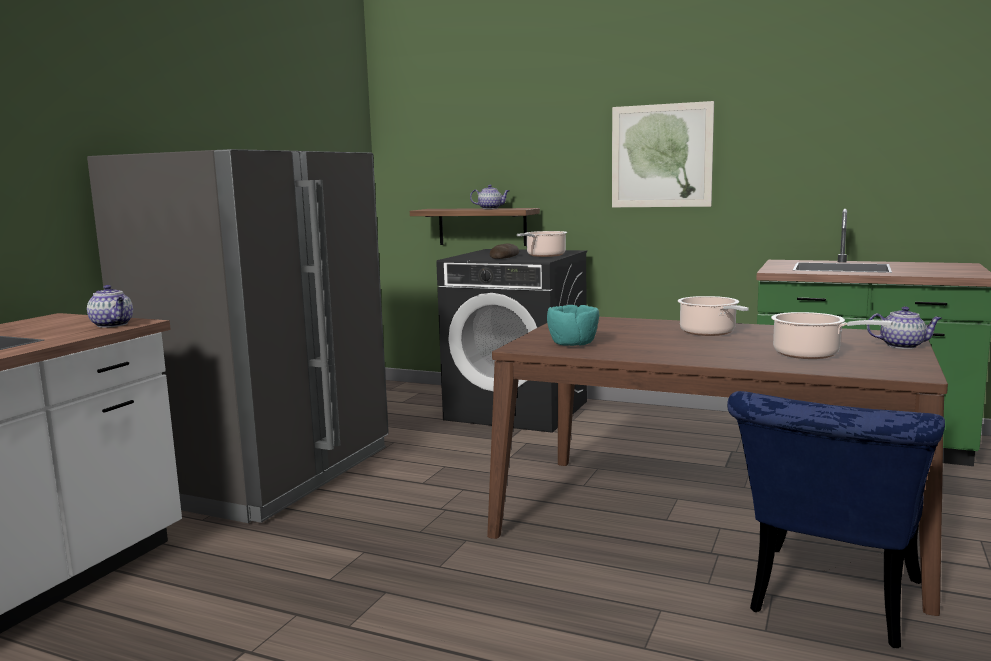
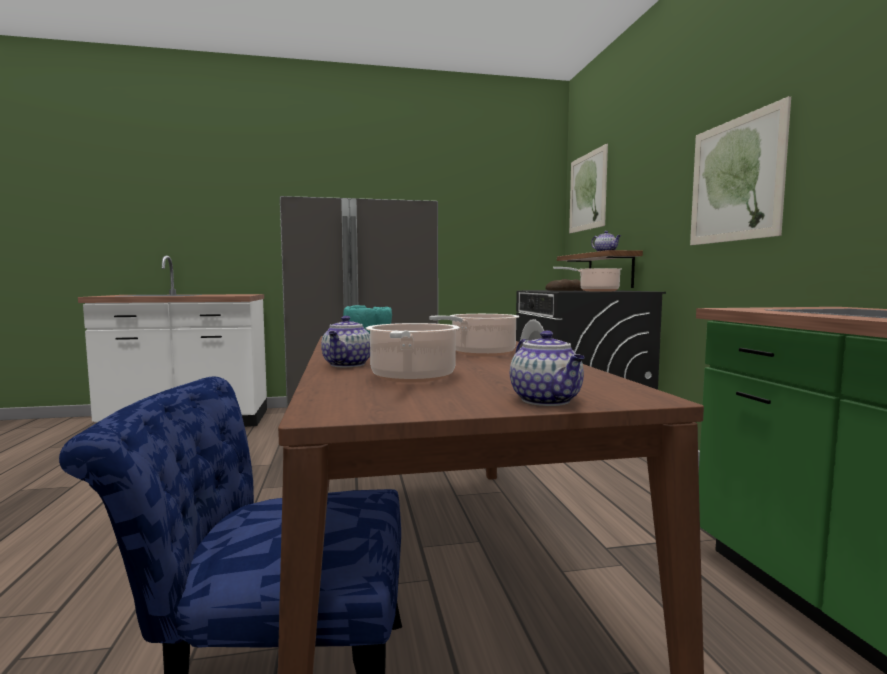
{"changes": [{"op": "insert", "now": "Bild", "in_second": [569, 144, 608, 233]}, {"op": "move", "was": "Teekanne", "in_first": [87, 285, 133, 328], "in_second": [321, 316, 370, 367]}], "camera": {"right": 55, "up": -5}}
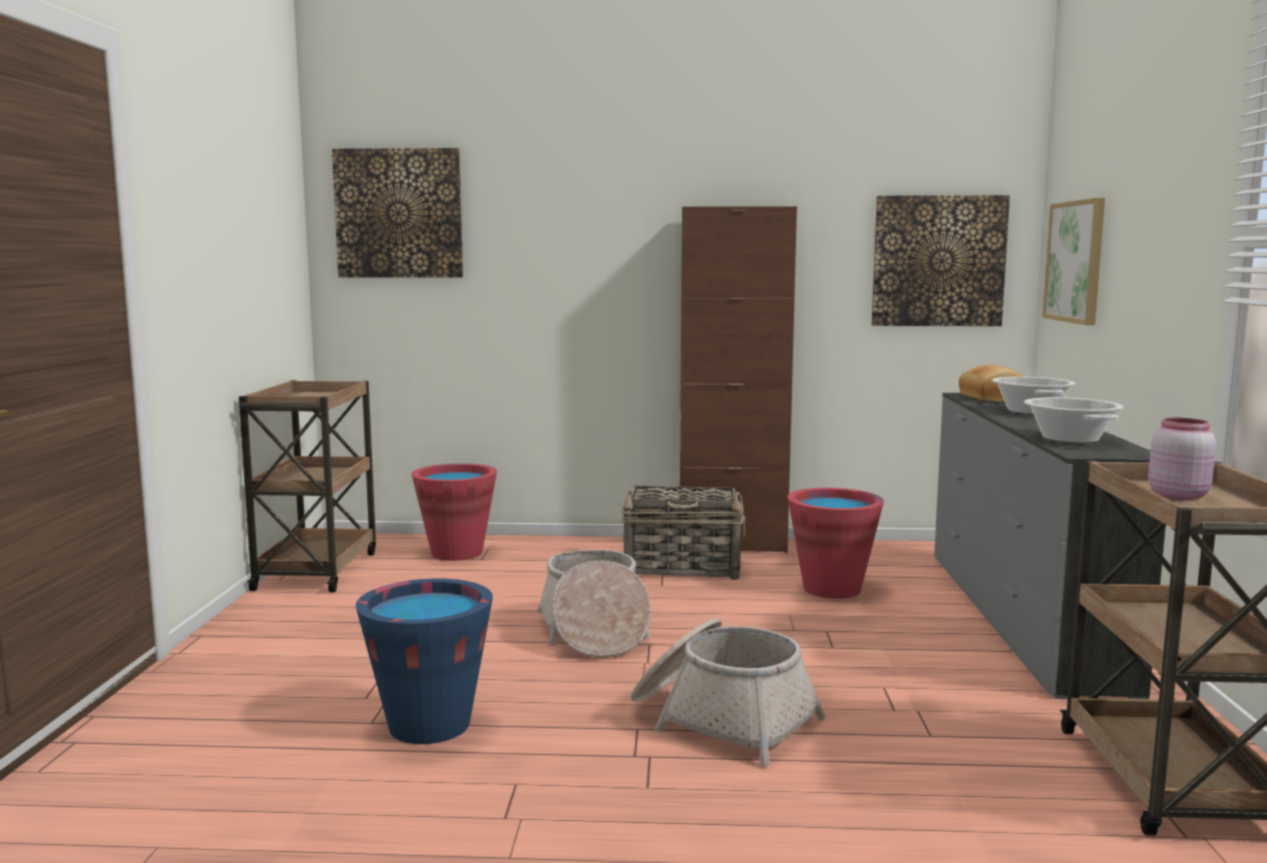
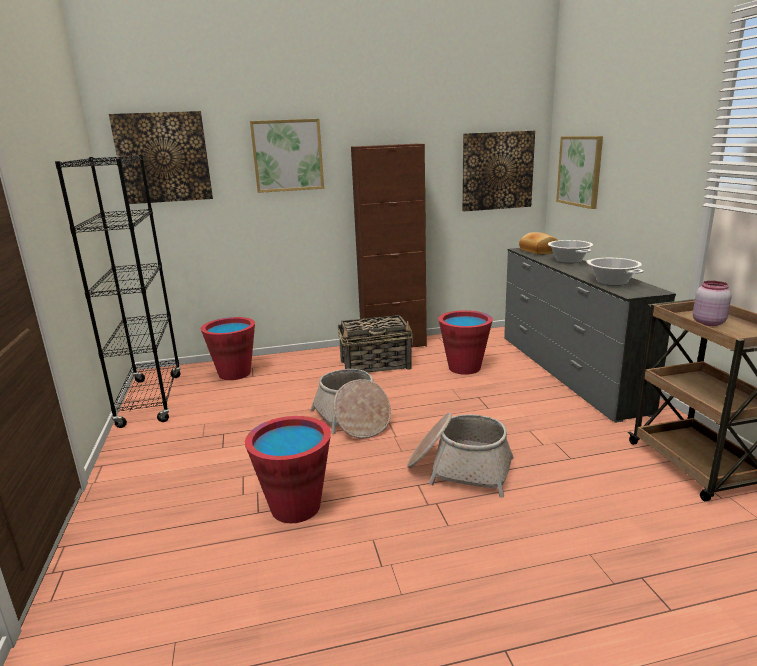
{"changes": [{"op": "insert", "now": "Bild", "in_second": [250, 119, 324, 193]}, {"op": "replace", "was": "Rollwagen (braun)", "now": "Bücherregal (schwarz)", "in_first": [239, 380, 376, 592], "in_second": [55, 155, 181, 428]}, {"op": "recolor", "was": "Eimer (blau)", "now": "Eimer (rot)", "in_first": [355, 579, 493, 744], "in_second": [245, 416, 331, 523]}], "camera": {"right": -15, "up": 10}}
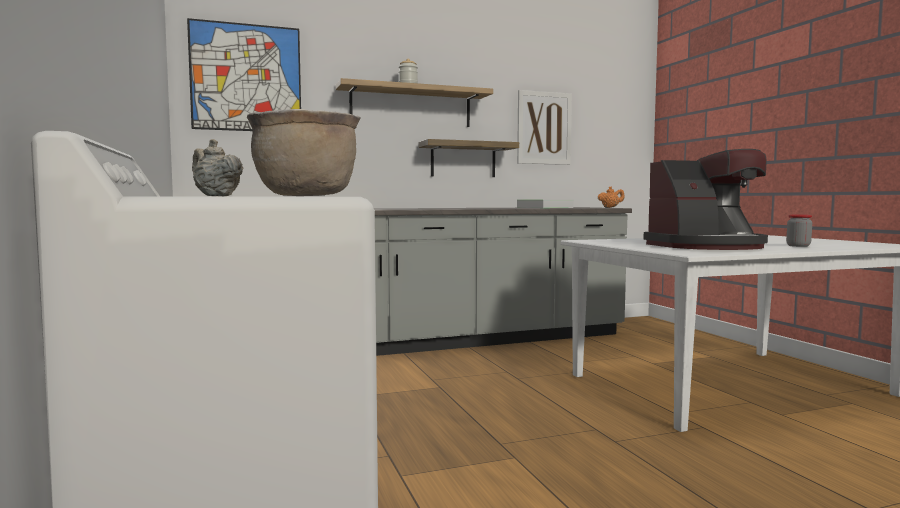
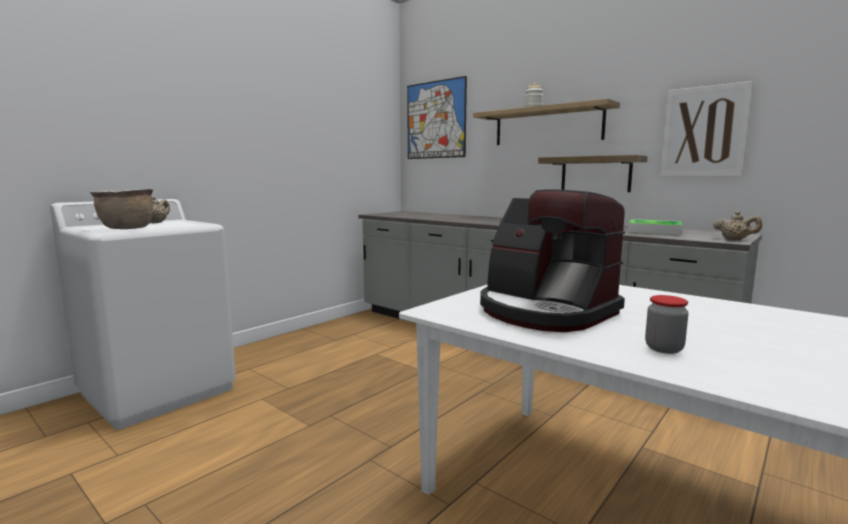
{"changes": [{"op": "recolor", "was": "Teekanne (orange)", "now": "Teekanne (beige)", "in_first": [598, 187, 625, 208], "in_second": [713, 211, 762, 240]}], "camera": {"right": 60, "up": 5}}
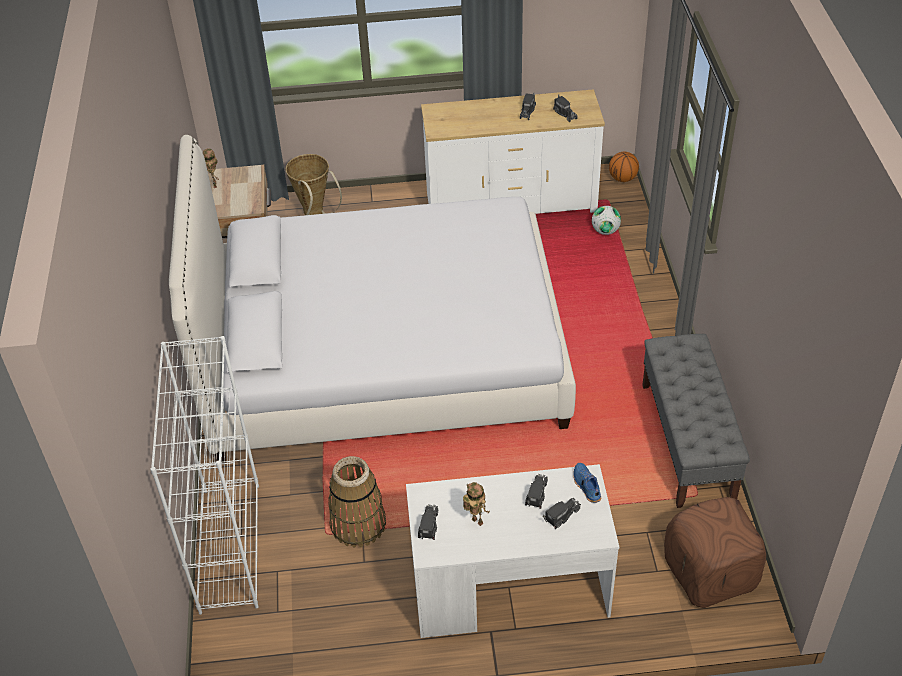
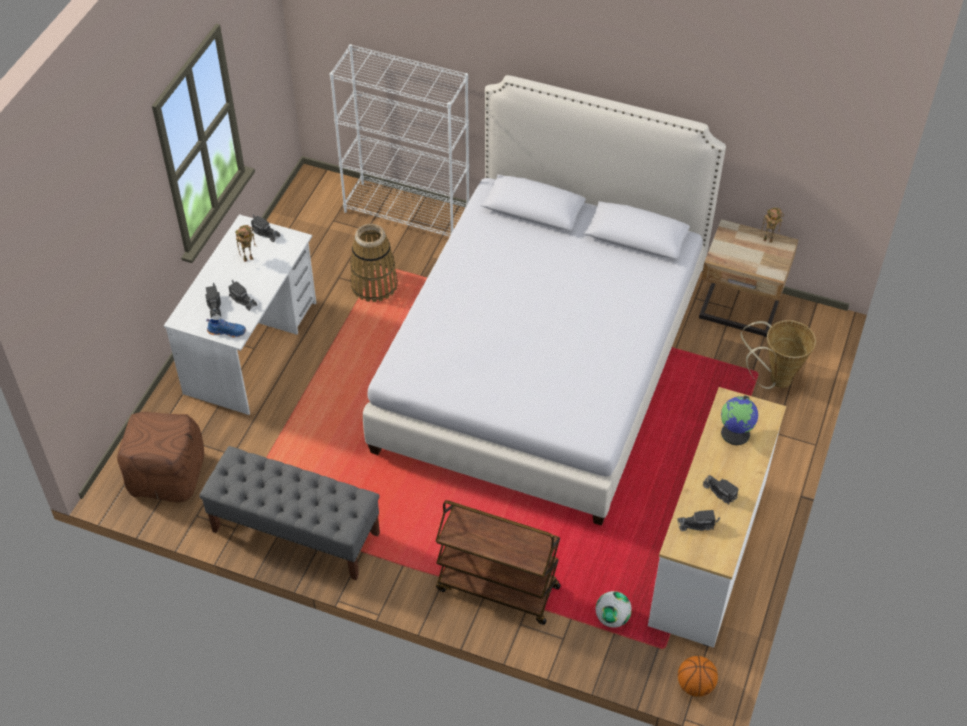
{"changes": [{"op": "insert", "now": "Rollwagen (braun)", "in_second": [435, 500, 561, 625]}, {"op": "insert", "now": "Globus", "in_second": [721, 396, 758, 445]}], "camera": {"right": 115, "up": 5}}
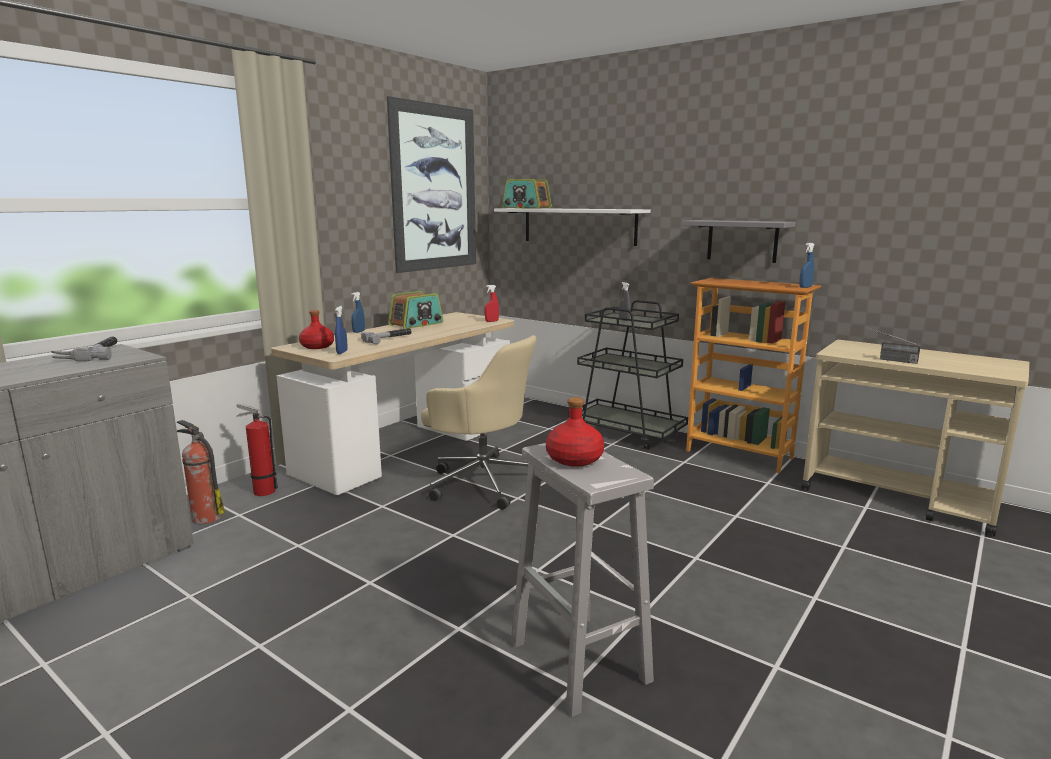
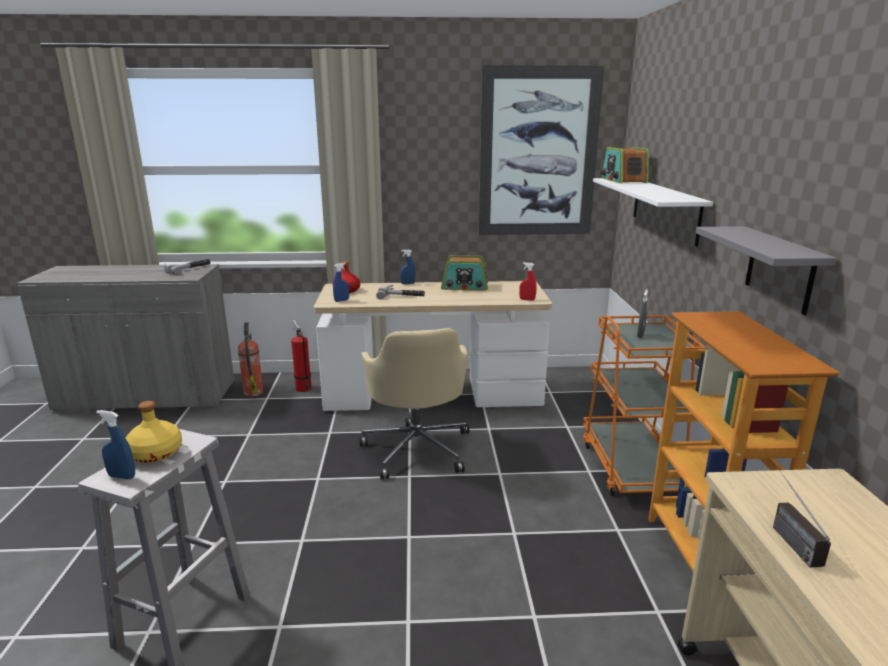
{"changes": [{"op": "move", "was": "Sprühflasche (blau)", "in_first": [799, 243, 814, 288], "in_second": [96, 410, 135, 479]}, {"op": "recolor", "was": "Flasche (rot)", "now": "Flasche (gelb)", "in_first": [546, 397, 604, 467], "in_second": [126, 401, 182, 463]}, {"op": "recolor", "was": "Rollwagen (schwarz)", "now": "Rollwagen (orange)", "in_first": [568, 300, 688, 450], "in_second": [583, 315, 706, 496]}], "camera": {"right": 50, "up": 5}}
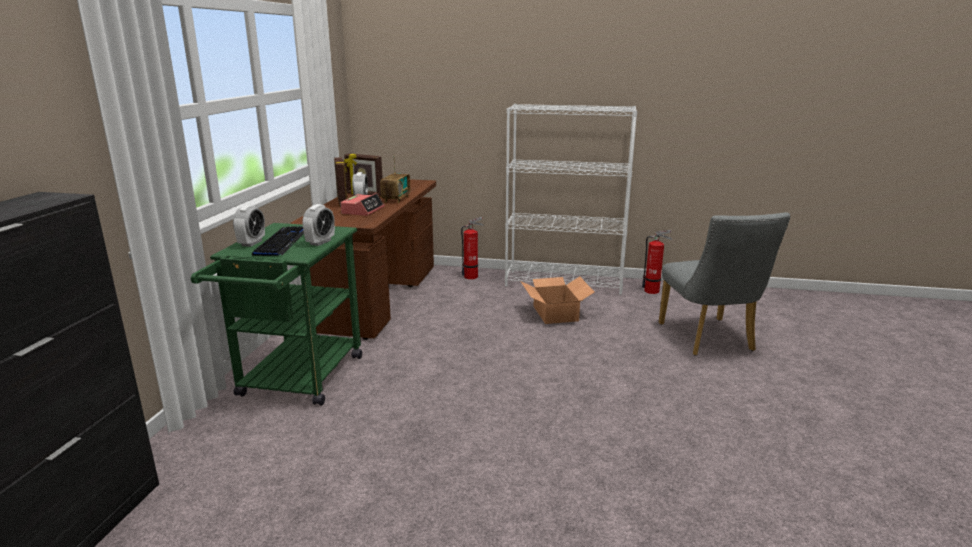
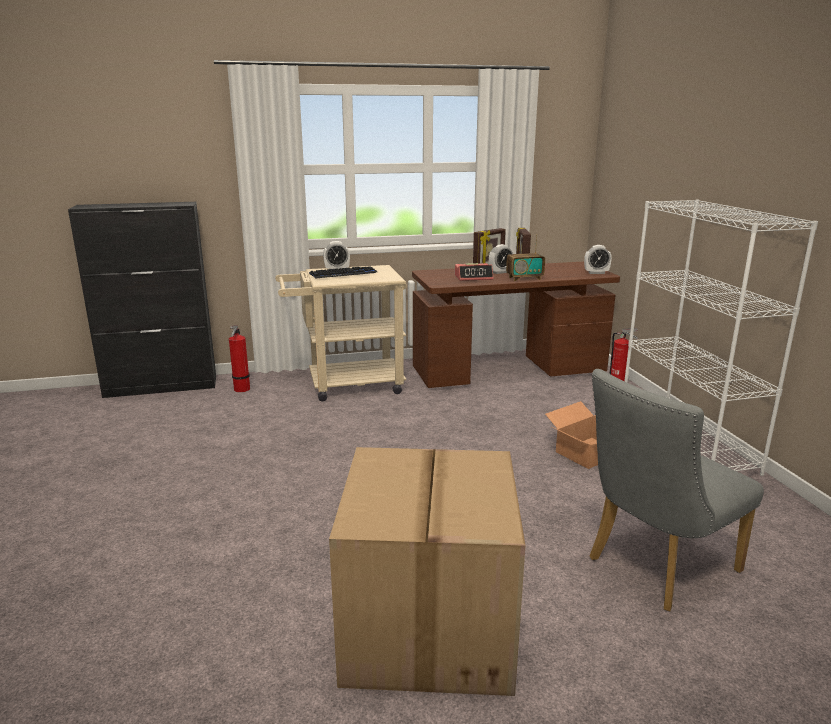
{"changes": [{"op": "insert", "now": "Karton", "in_second": [329, 447, 525, 696]}, {"op": "move", "was": "Wecker", "in_first": [302, 204, 335, 246], "in_second": [584, 245, 612, 274]}, {"op": "move", "was": "Feuerlöscher", "in_first": [642, 230, 672, 294], "in_second": [229, 325, 250, 392]}, {"op": "recolor", "was": "Rollwagen (grün)", "now": "Rollwagen (beige)", "in_first": [191, 223, 362, 406], "in_second": [275, 265, 407, 401]}], "camera": {"right": 65, "up": 0}}
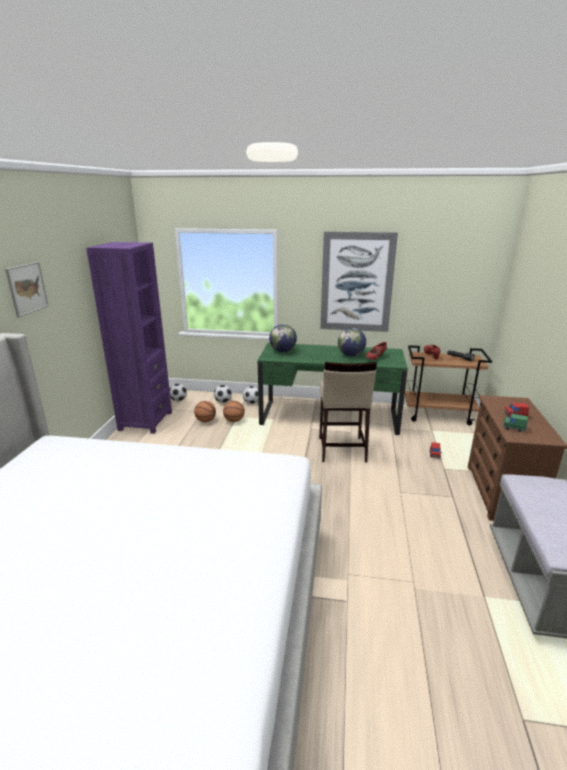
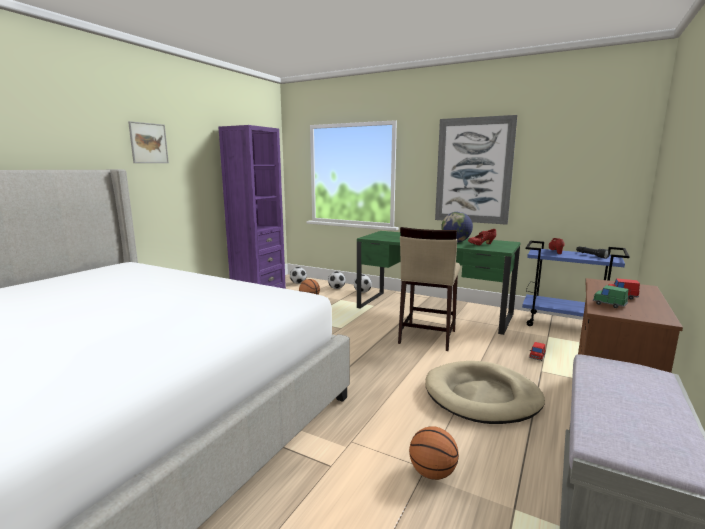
{"changes": [{"op": "delete", "was": "Globus", "in_first": [269, 324, 297, 352]}, {"op": "insert", "now": "Hundebett (beige)", "in_second": [425, 361, 545, 424]}, {"op": "move", "was": "Basketball", "in_first": [223, 401, 245, 422], "in_second": [409, 426, 459, 480]}, {"op": "recolor", "was": "Rollwagen (braun)", "now": "Rollwagen (blau)", "in_first": [405, 345, 492, 425], "in_second": [522, 241, 630, 326]}], "camera": {"right": 20, "up": -10}}
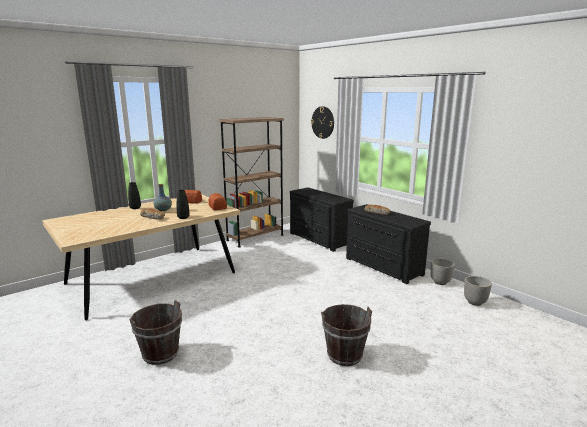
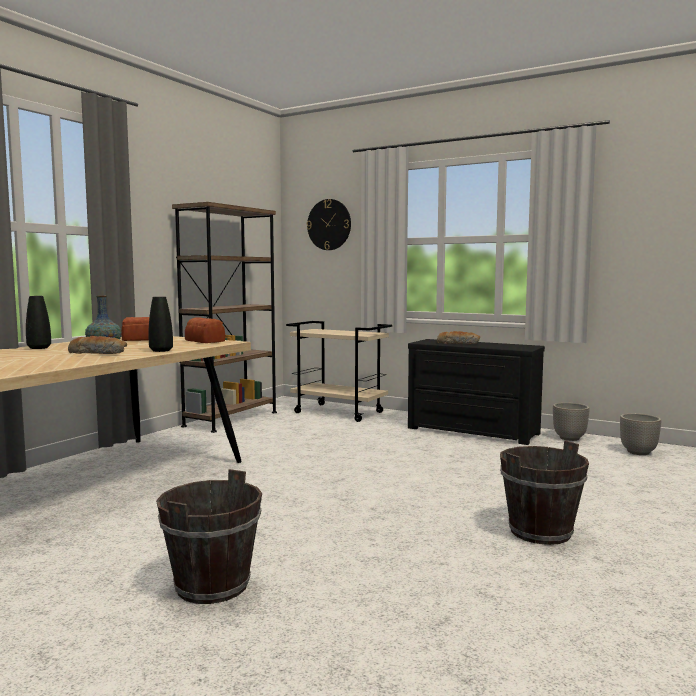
{"changes": [{"op": "replace", "was": "Kommode (schwarz)", "now": "Rollwagen (beige)", "in_first": [290, 187, 354, 252], "in_second": [286, 321, 392, 422]}], "camera": {"right": -20, "up": -10}}
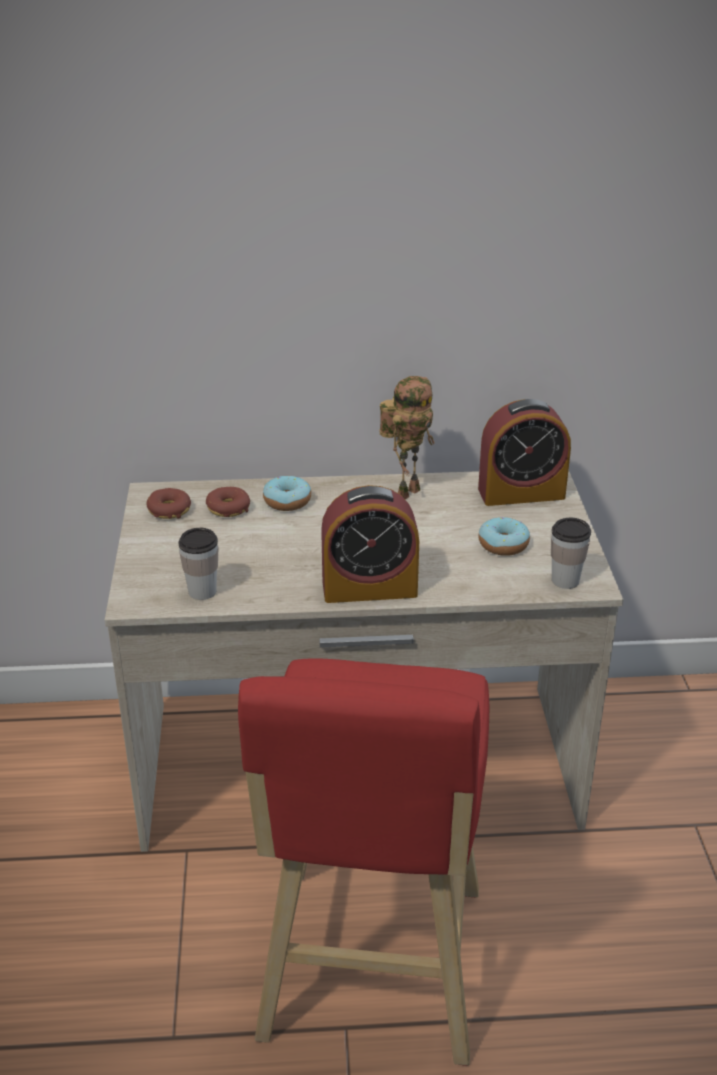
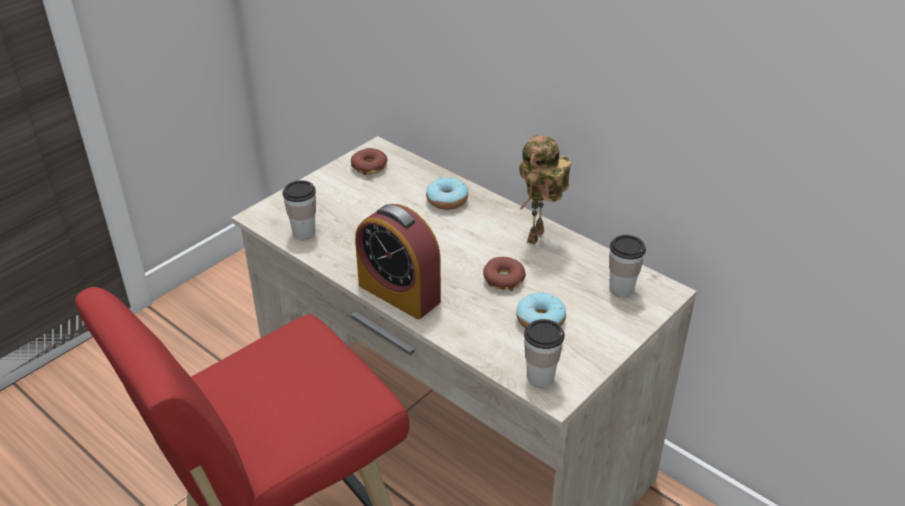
{"changes": [{"op": "move", "was": "Donut", "in_first": [206, 487, 250, 517], "in_second": [483, 257, 526, 291]}, {"op": "replace", "was": "Wecker", "now": "Tasse", "in_first": [478, 399, 571, 506], "in_second": [609, 235, 646, 297]}, {"op": "rotate", "was": "Spielzeugroboter", "in_first": [379, 376, 434, 499], "in_second": [519, 135, 571, 245], "clockwise": 120}], "camera": {"right": 45, "up": 5}}
